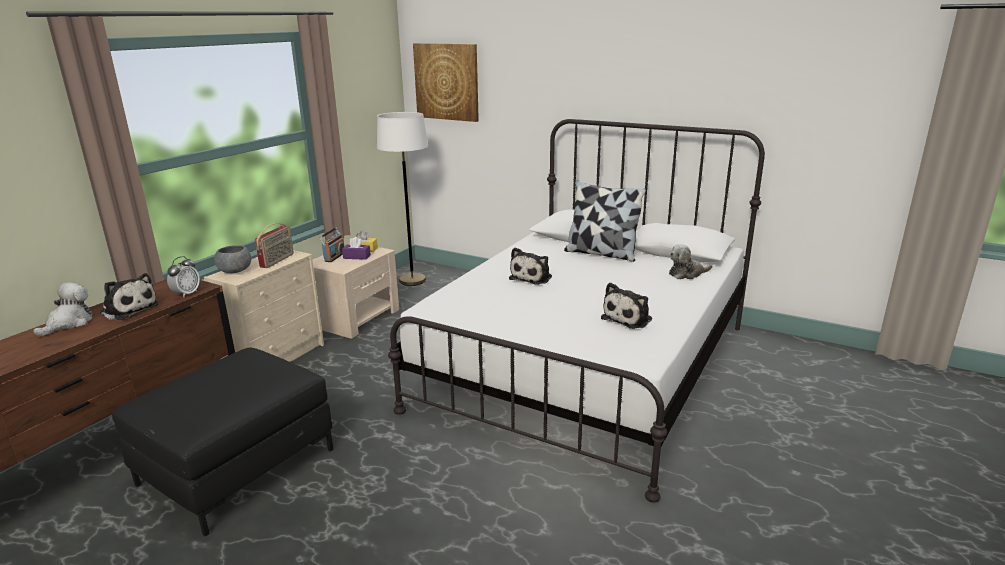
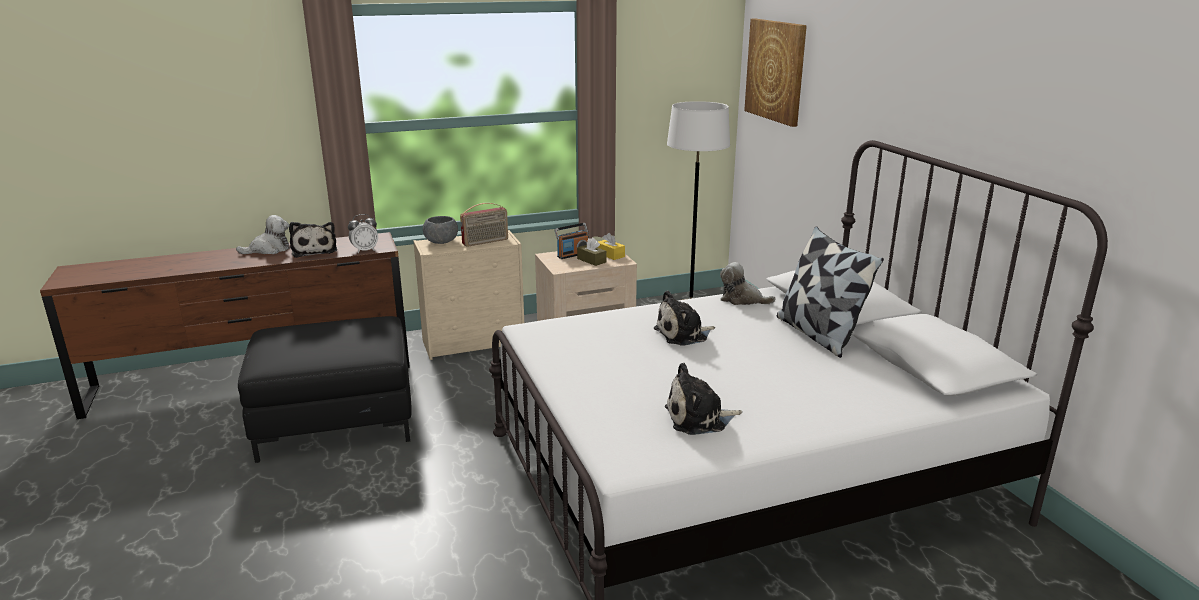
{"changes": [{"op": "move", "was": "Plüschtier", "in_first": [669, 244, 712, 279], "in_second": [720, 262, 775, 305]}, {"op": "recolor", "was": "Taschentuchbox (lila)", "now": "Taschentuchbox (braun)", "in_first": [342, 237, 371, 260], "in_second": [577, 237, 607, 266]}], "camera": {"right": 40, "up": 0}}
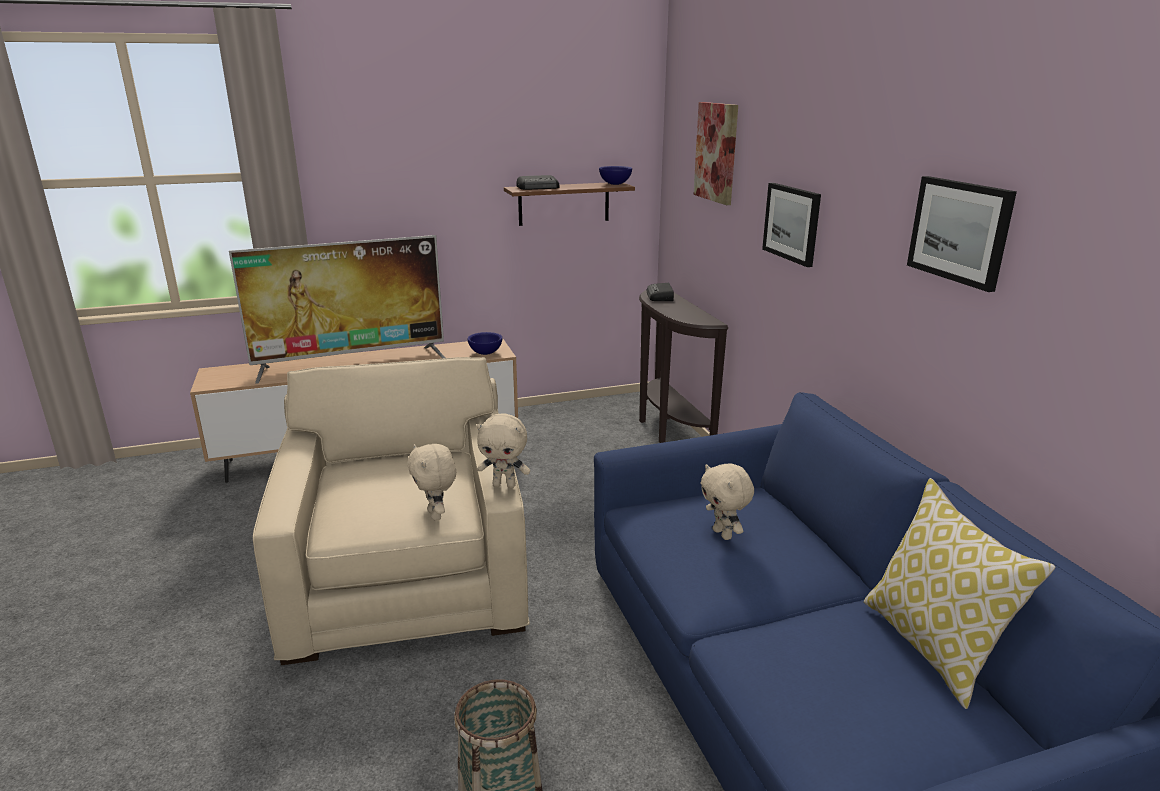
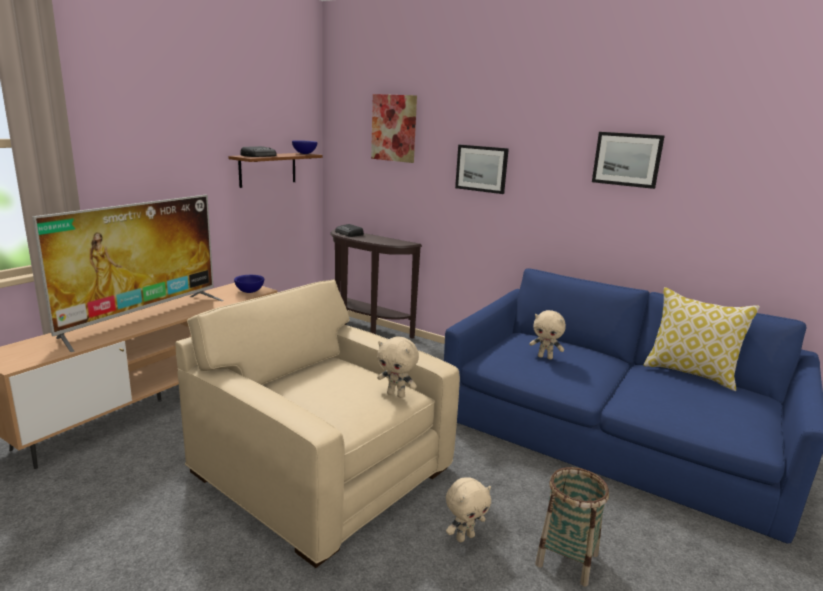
{"changes": [{"op": "move", "was": "Plüschtier (beige)", "in_first": [477, 413, 530, 488], "in_second": [446, 477, 491, 542]}], "camera": {"right": -40, "up": -5}}
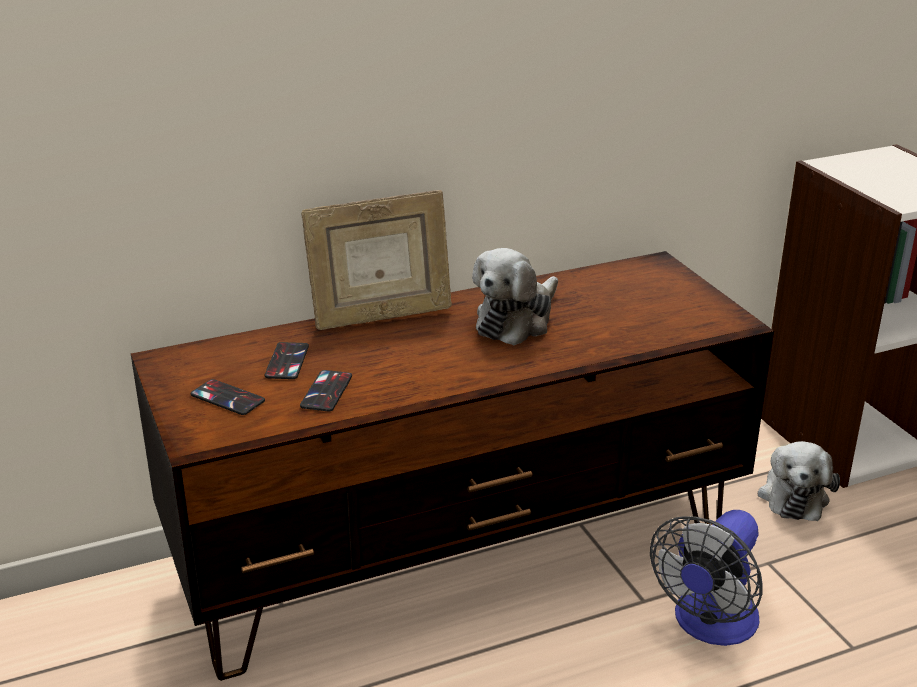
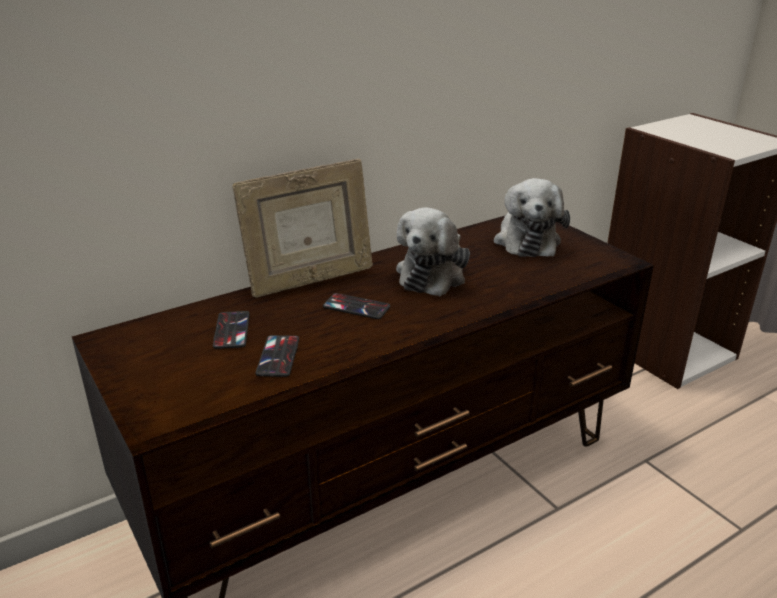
{"changes": [{"op": "delete", "was": "Ventilator", "in_first": [650, 510, 763, 646]}, {"op": "move", "was": "Handy", "in_first": [191, 379, 265, 415], "in_second": [323, 293, 390, 319]}, {"op": "move", "was": "Plüschtier", "in_first": [758, 441, 840, 521], "in_second": [494, 178, 570, 257]}], "camera": {"right": -10, "up": 0}}
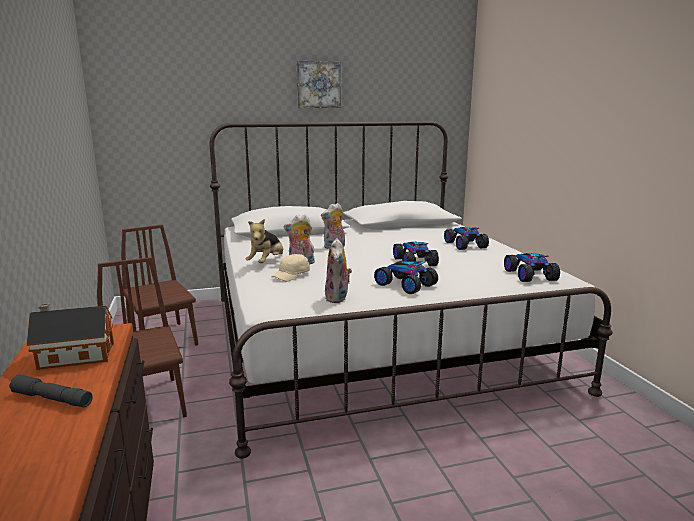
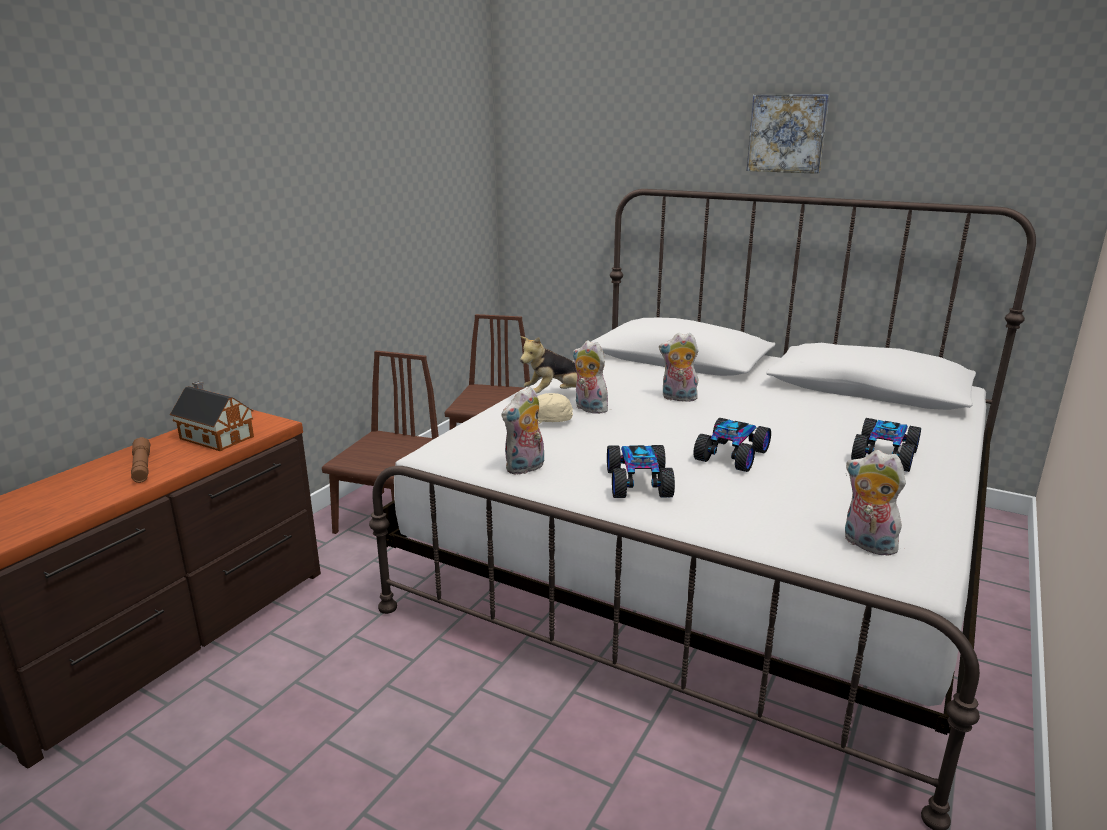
{"changes": [{"op": "replace", "was": "Spielzeugauto", "now": "Plüschtier", "in_first": [504, 253, 560, 282], "in_second": [845, 450, 906, 556]}, {"op": "recolor", "was": "Taschenlampe (grau)", "now": "Taschenlampe (braun)", "in_first": [9, 374, 93, 407], "in_second": [131, 437, 150, 483]}], "camera": {"right": 45, "up": 5}}
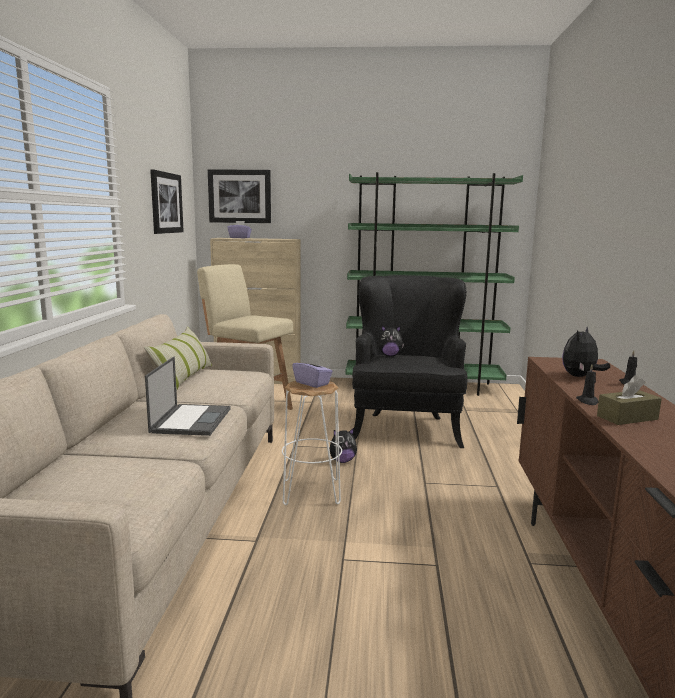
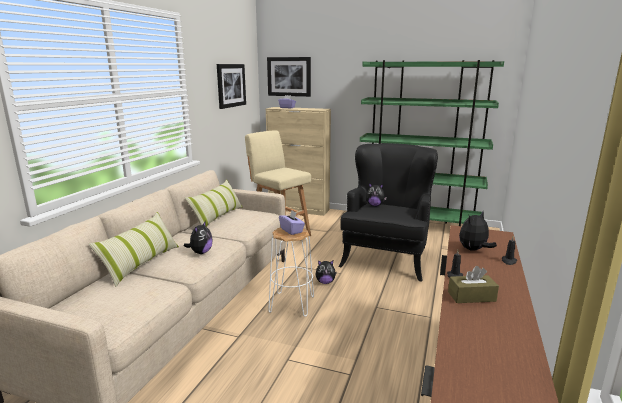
{"changes": [{"op": "insert", "now": "Kissen", "in_second": [89, 212, 179, 287]}, {"op": "replace", "was": "Laptop", "now": "Plüschtier", "in_first": [145, 356, 231, 436], "in_second": [184, 221, 213, 254]}], "camera": {"right": 15, "up": 5}}
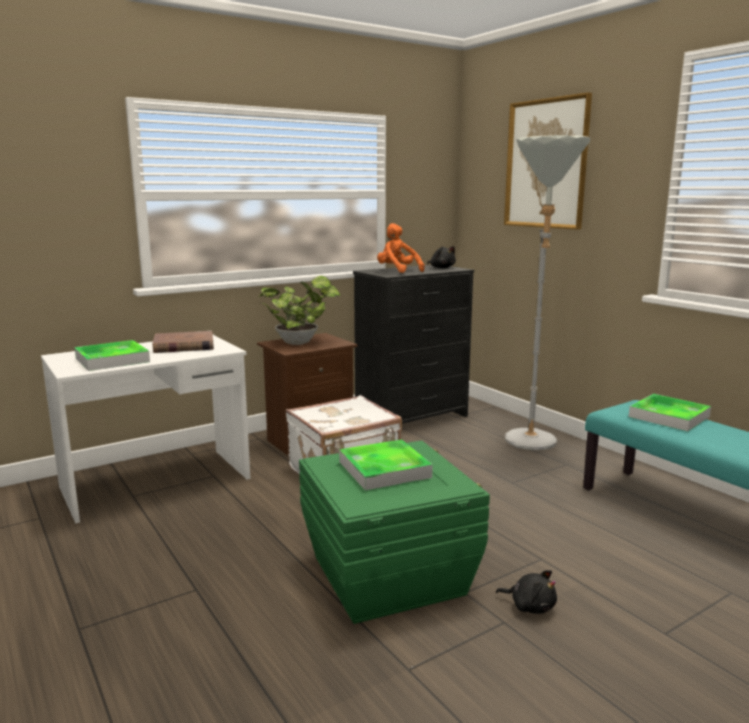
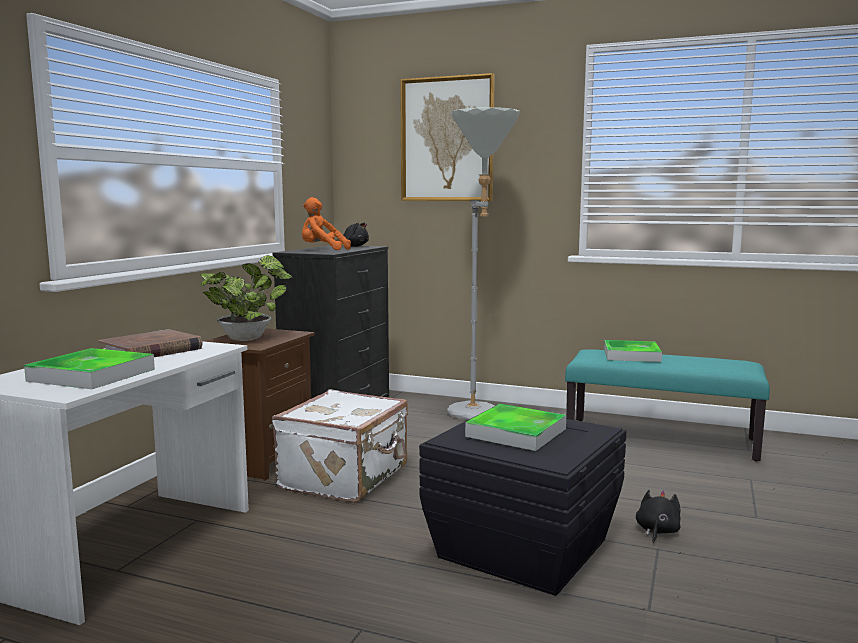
{"changes": [{"op": "recolor", "was": "Aufbewahrungsbox (grün)", "now": "Aufbewahrungsbox (schwarz)", "in_first": [299, 441, 490, 624], "in_second": [419, 407, 626, 596]}, {"op": "rotate", "was": "Plüschtier (schwarz)", "in_first": [496, 570, 557, 614], "in_second": [636, 490, 680, 543], "clockwise": -60}], "camera": {"right": -35, "up": -5}}
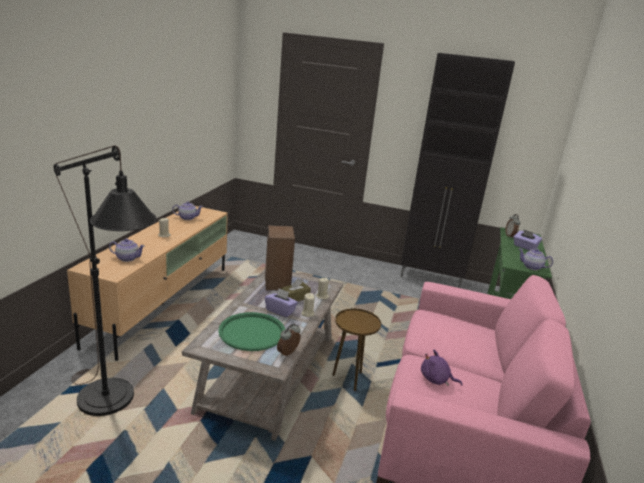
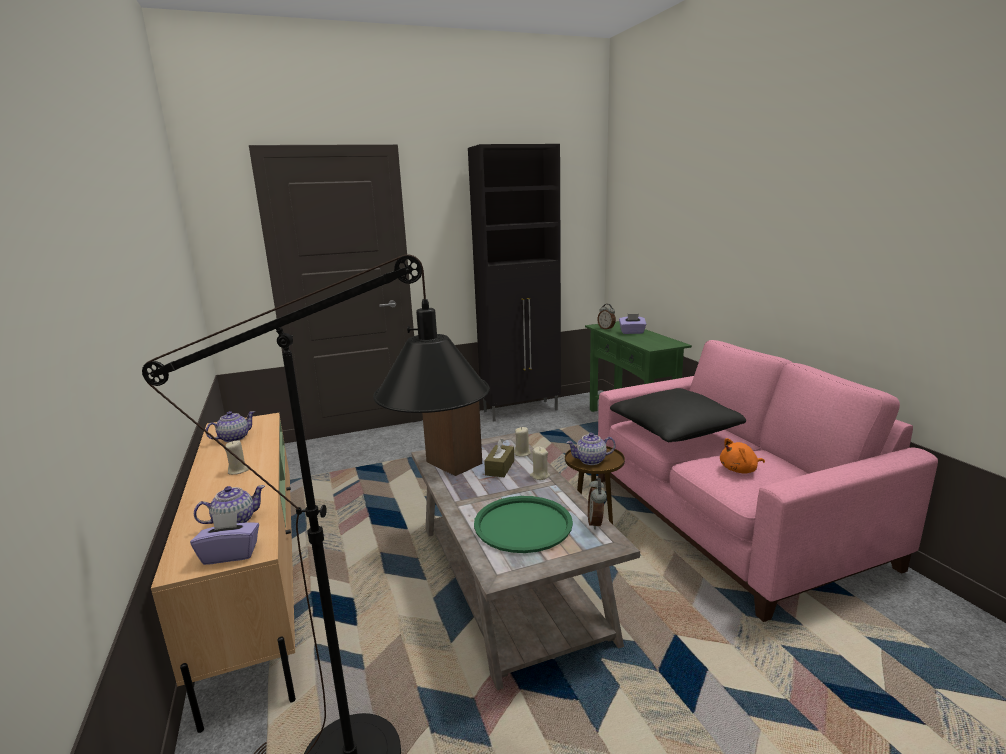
{"changes": [{"op": "insert", "now": "Kissen (schwarz)", "in_second": [610, 388, 746, 442]}, {"op": "move", "was": "Taschentuchbox (lila)", "in_first": [265, 288, 298, 317], "in_second": [190, 512, 259, 565]}, {"op": "move", "was": "Teekanne", "in_first": [519, 249, 553, 270], "in_second": [566, 433, 616, 465]}, {"op": "recolor", "was": "Plüschtier (lila)", "now": "Plüschtier (orange)", "in_first": [421, 350, 463, 386], "in_second": [720, 438, 765, 473]}], "camera": {"right": -35, "up": -5}}
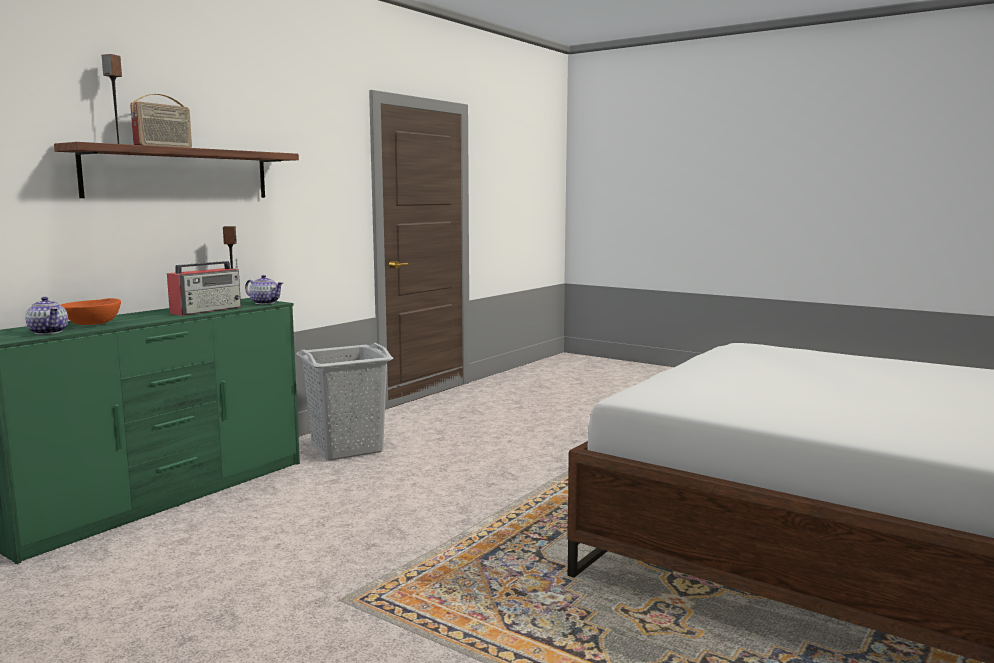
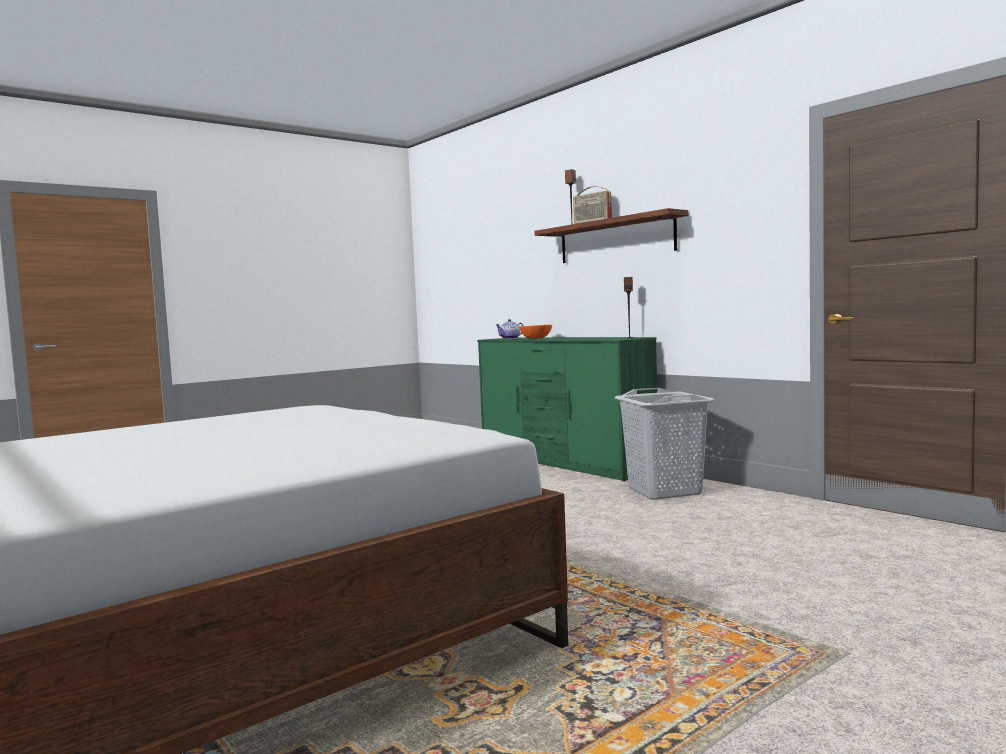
{"changes": [{"op": "delete", "was": "Radio", "in_first": [167, 259, 241, 316]}, {"op": "delete", "was": "Teekanne", "in_first": [245, 275, 283, 304]}], "camera": {"right": 105, "up": -5}}
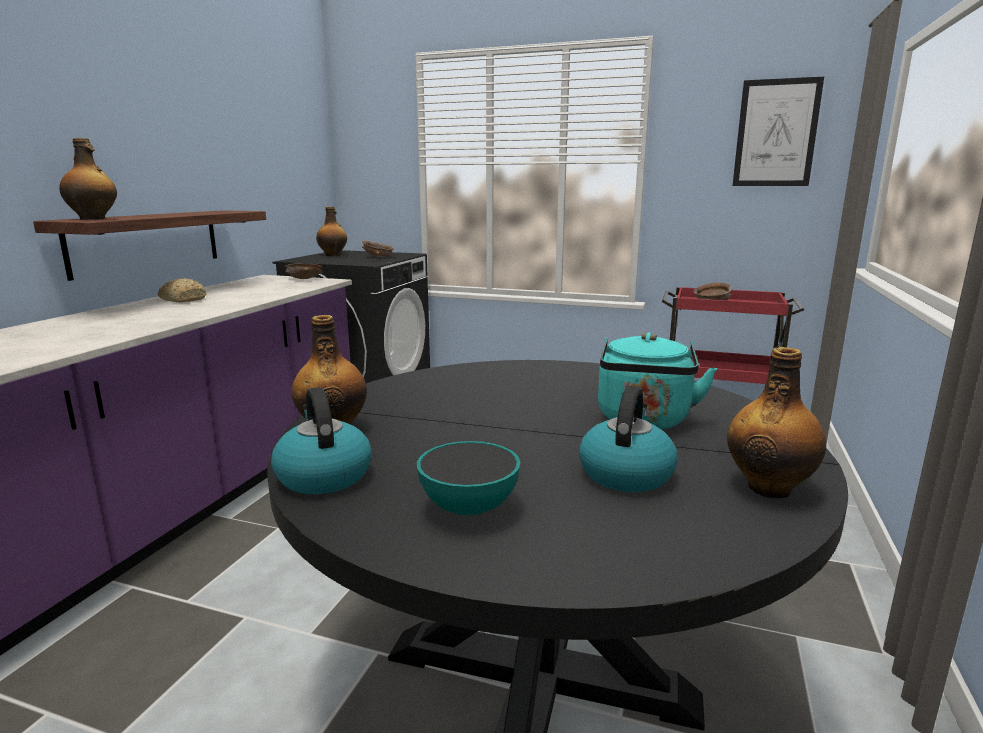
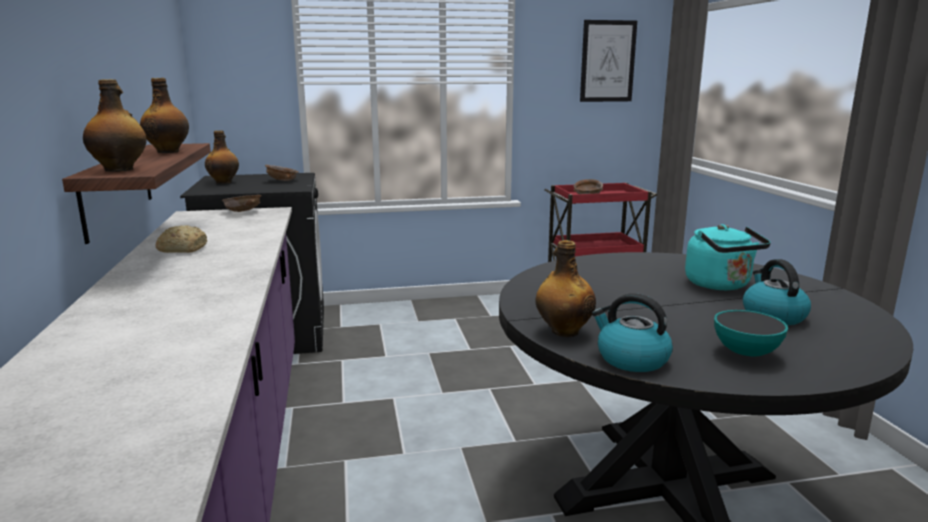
{"changes": [{"op": "move", "was": "Flasche", "in_first": [727, 347, 826, 498], "in_second": [140, 78, 189, 153]}], "camera": {"right": -30, "up": 0}}
